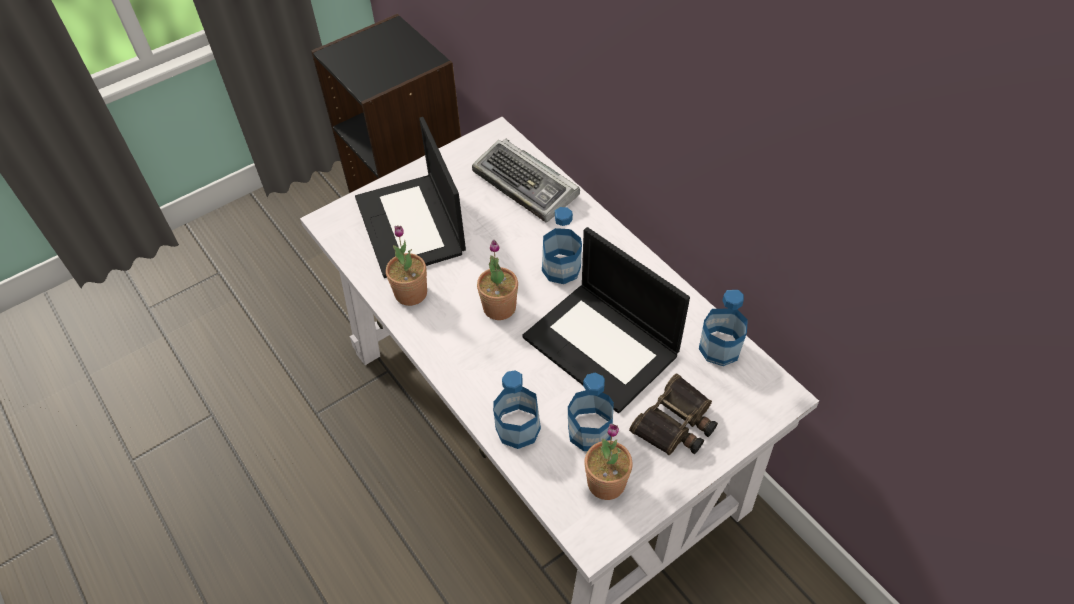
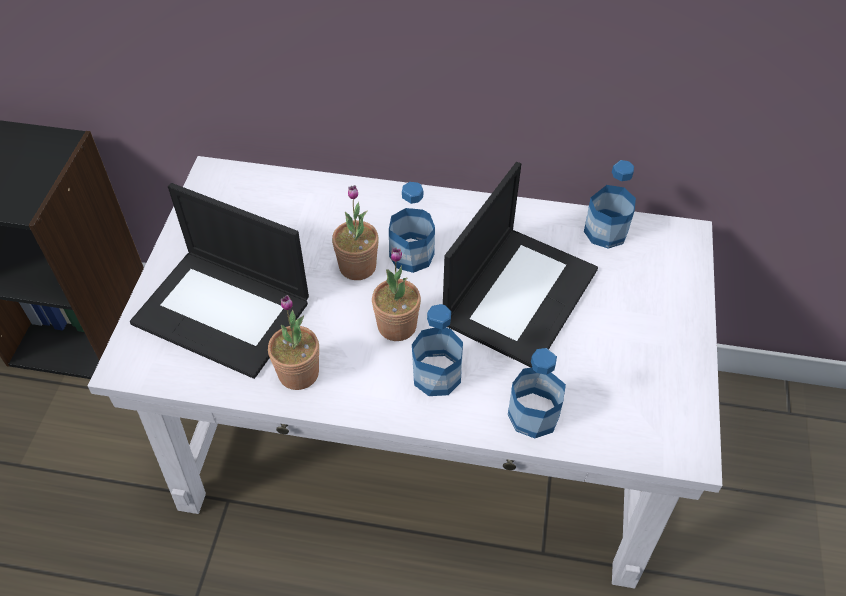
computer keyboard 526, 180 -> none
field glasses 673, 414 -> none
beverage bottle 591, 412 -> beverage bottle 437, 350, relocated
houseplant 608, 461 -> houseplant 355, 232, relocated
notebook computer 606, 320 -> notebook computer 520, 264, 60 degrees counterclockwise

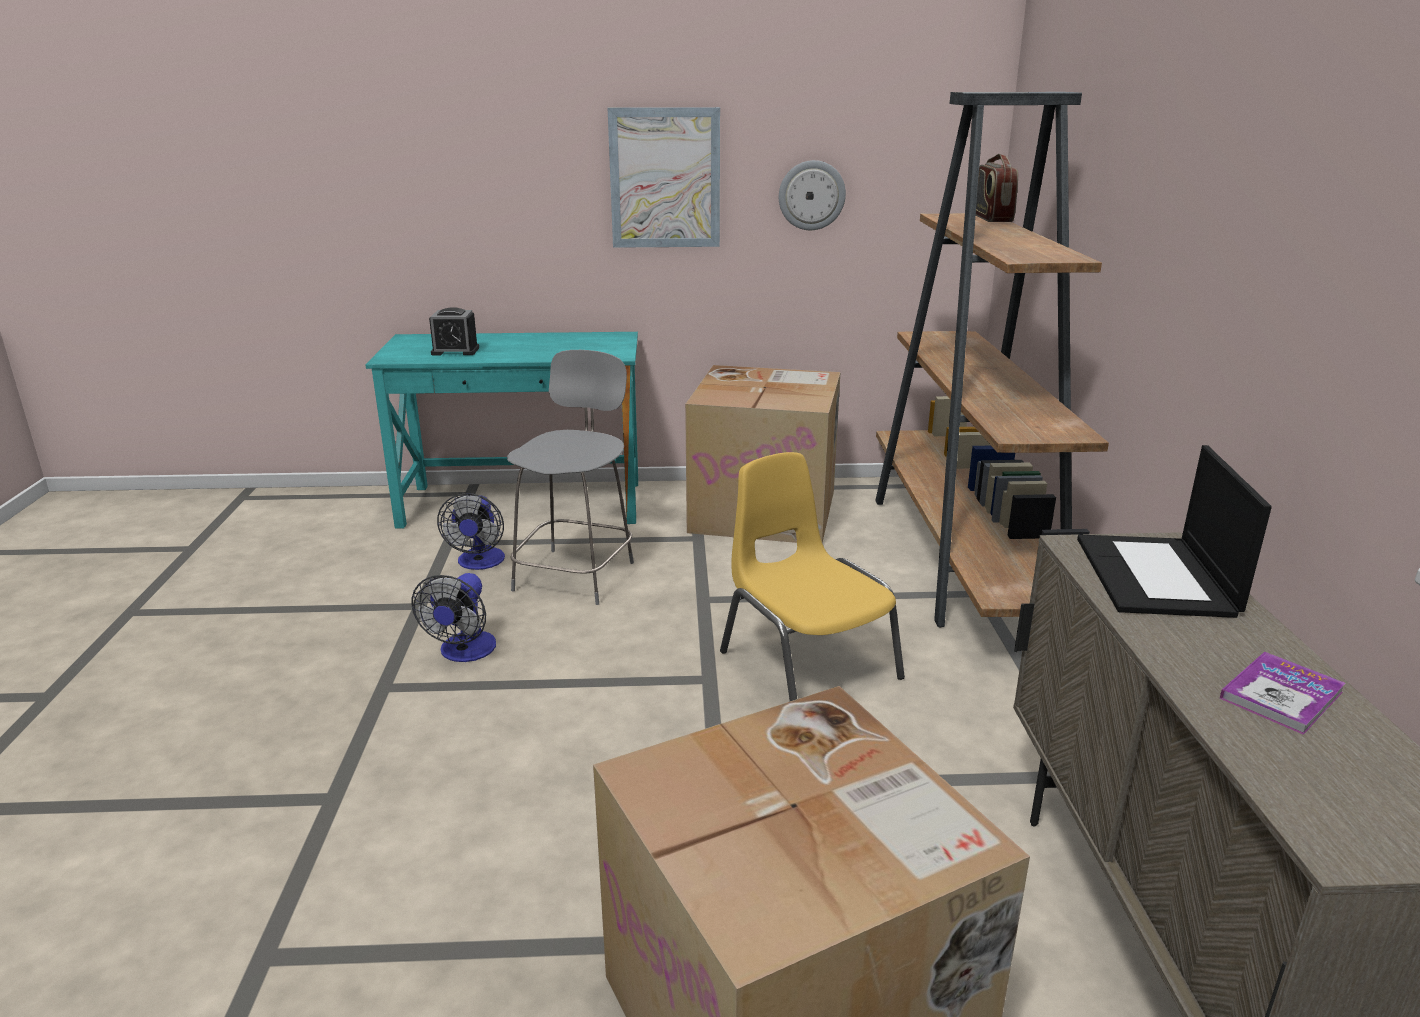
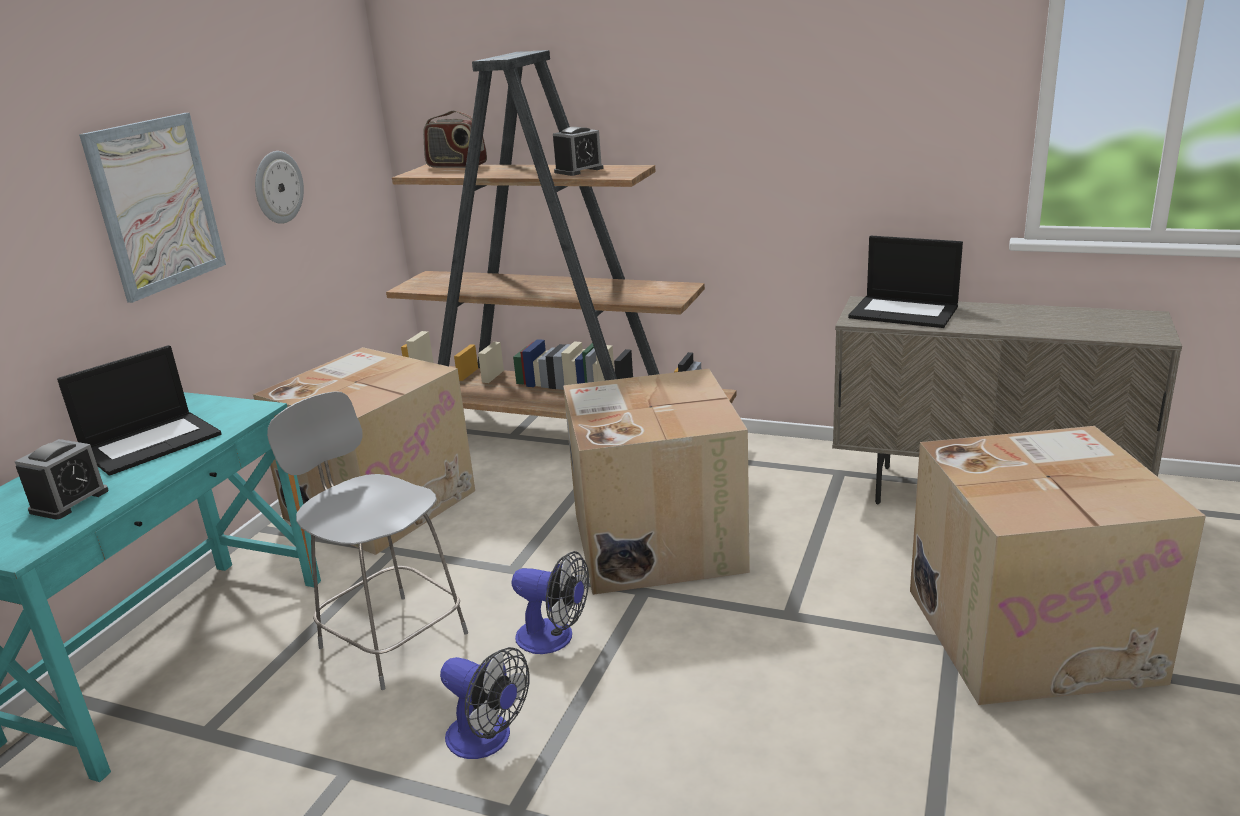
bound book 1282, 693 -> none
none -> notebook computer 139, 410
none -> table clock 578, 151
fan 471, 532 -> fan 550, 602, relocated
plain chair in yellow 812, 576 -> carton 656, 481

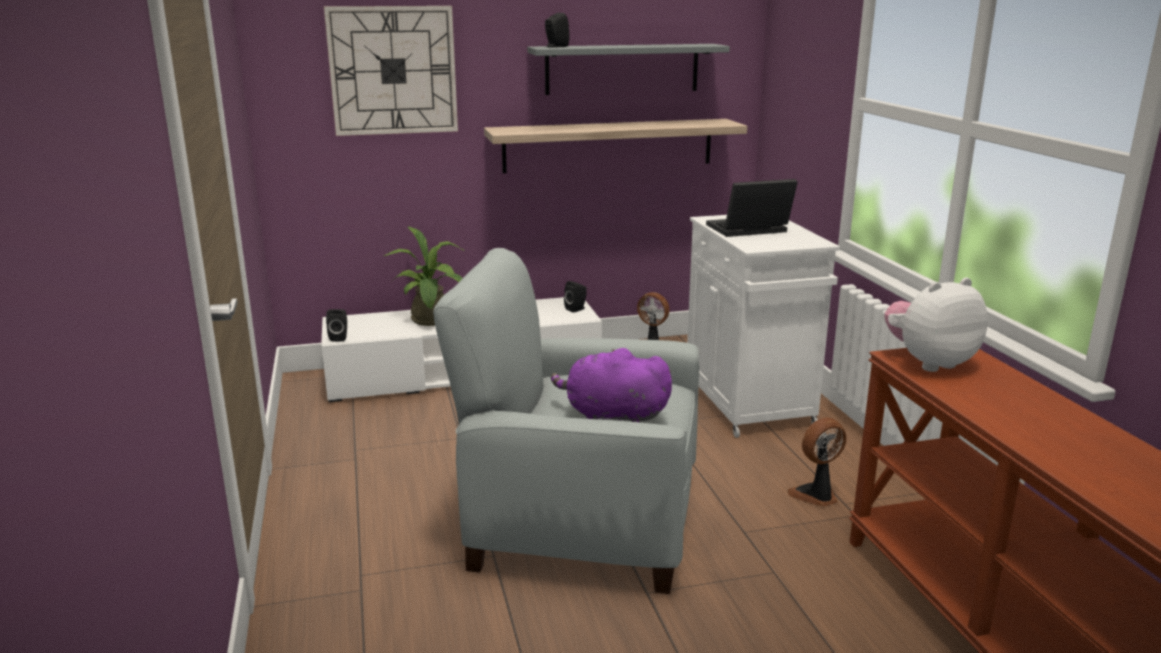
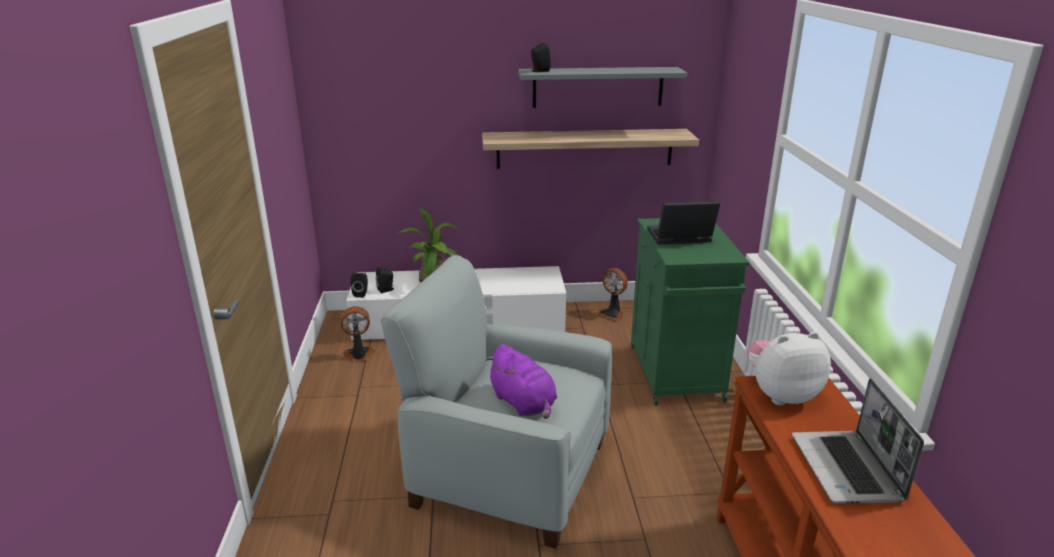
clock on the wall 391, 71 -> none
none -> notebook computer 858, 440
audio speaker in black-coloured 575, 297 -> audio speaker in black-coloured 385, 280, relocated
fan 816, 462 -> fan 357, 334, relocated
storage cabinet in white 763, 326 -> storage cabinet in green-coloured 690, 312
plush toy in purple-coloured 611, 385 -> plush toy in purple-coloured 521, 381, 150 degrees counterclockwise

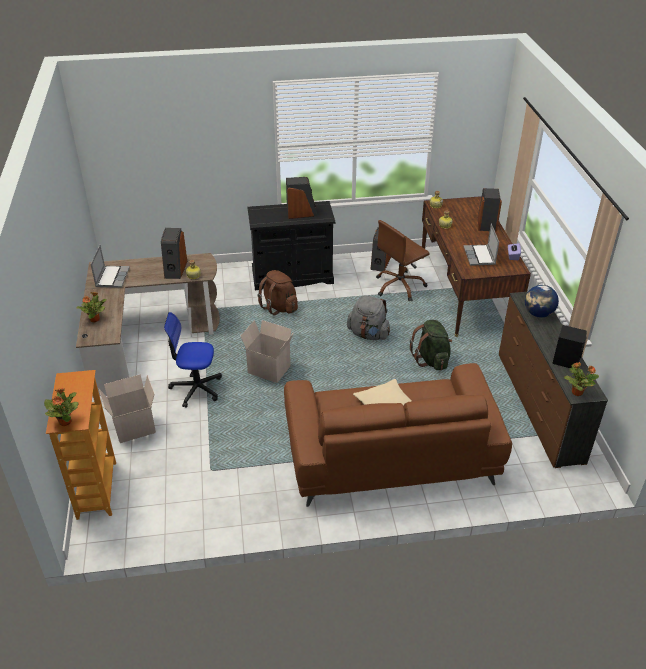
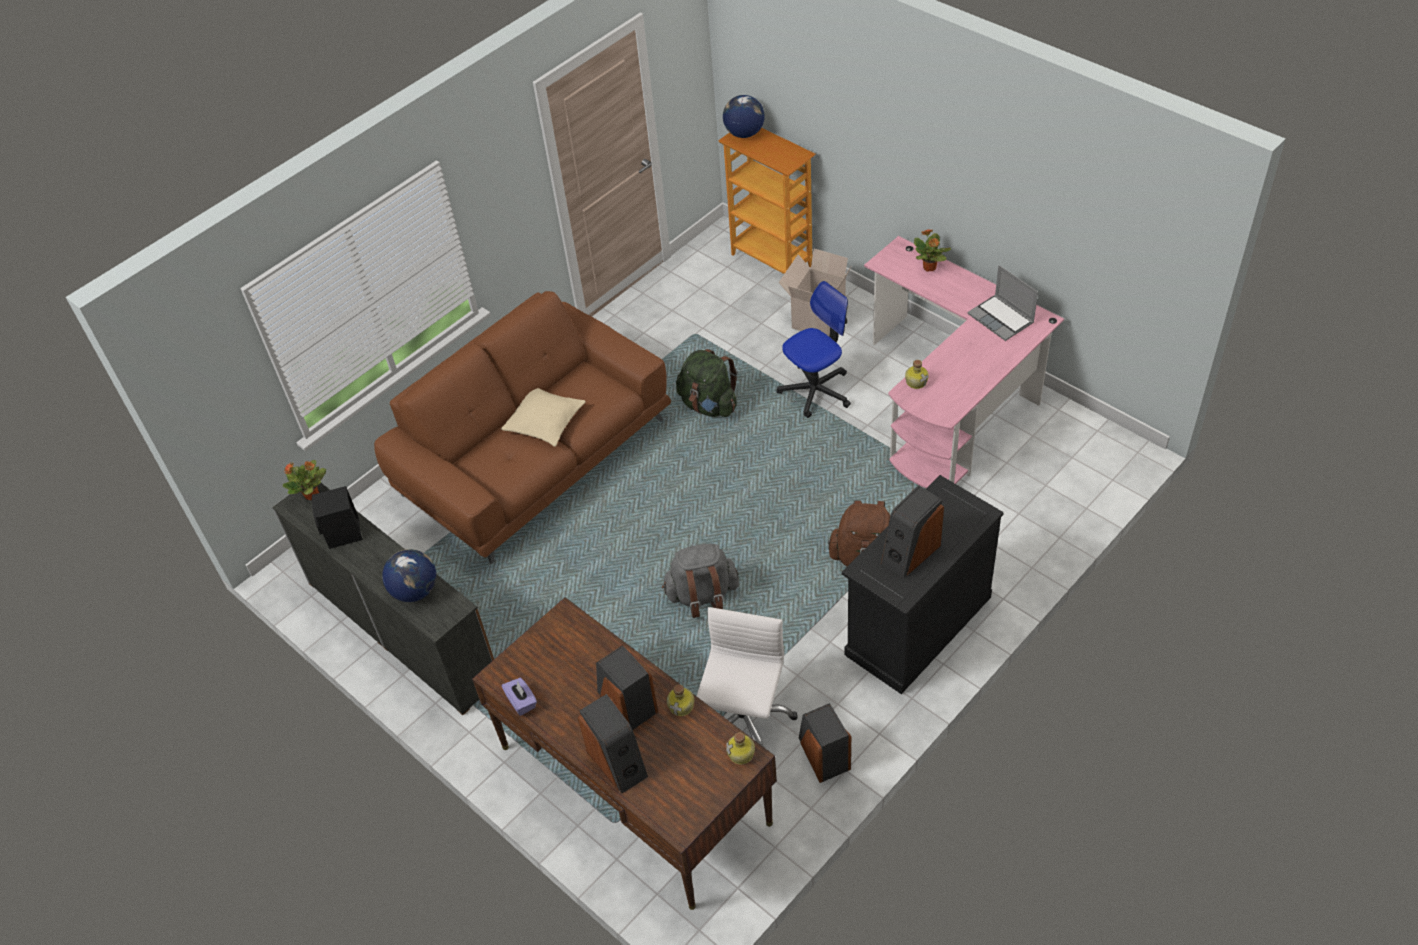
carton 267, 351 -> none
notebook computer 481, 244 -> none
audio speaker 174, 253 -> audio speaker 627, 688, relocated
rucksack in green-coloured 431, 345 -> rucksack in green-coloured 706, 383, relocated
houseplant 61, 407 -> world globe 744, 116
desk unit in brown-coloured 148, 325 -> desk unit in pinkish 964, 362
office chair in brown-coloured 403, 261 -> office chair in white 747, 677

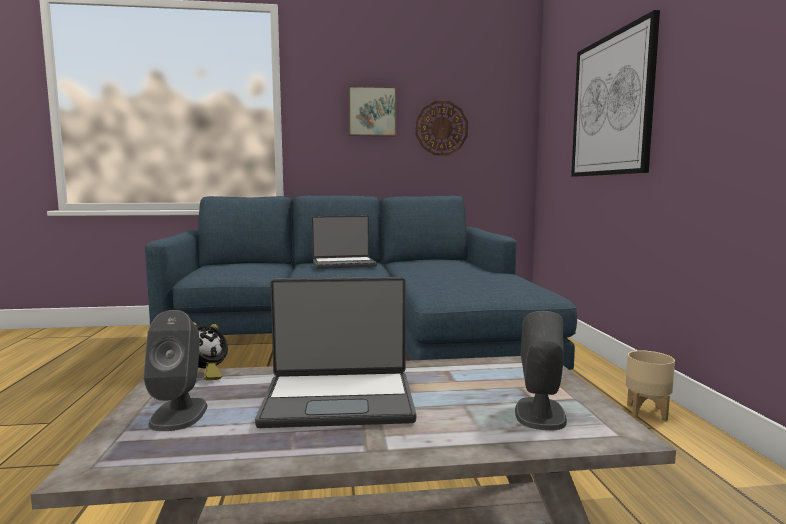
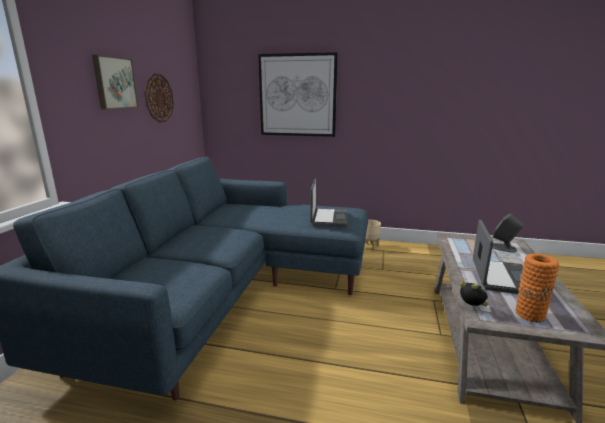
notebook computer 344, 242 -> notebook computer 329, 202, relocated
audio speaker in grey 175, 370 -> flower vase in orange-coloured 537, 288

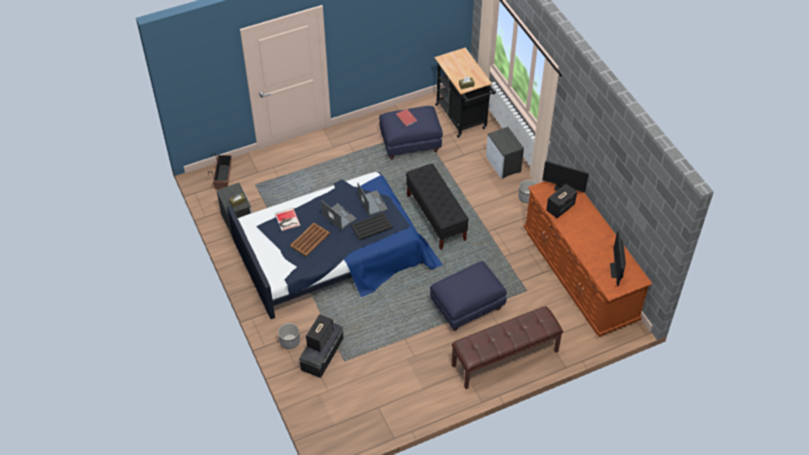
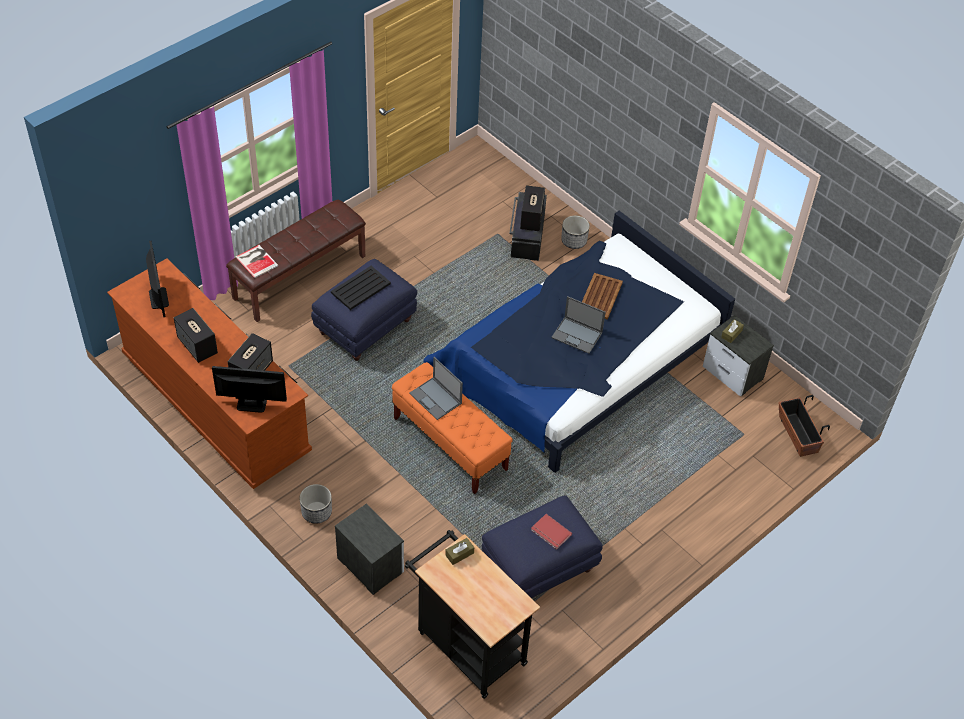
none -> audio speaker 196, 335
bound book 288, 219 -> bound book 257, 261, relocated
tray in black-coloured 372, 226 -> tray in black-coloured 361, 288, relocated
notebook computer 372, 199 -> notebook computer 436, 388, relocated
long seat in black-coloured 437, 207 -> long seat in orange-coloured 452, 428

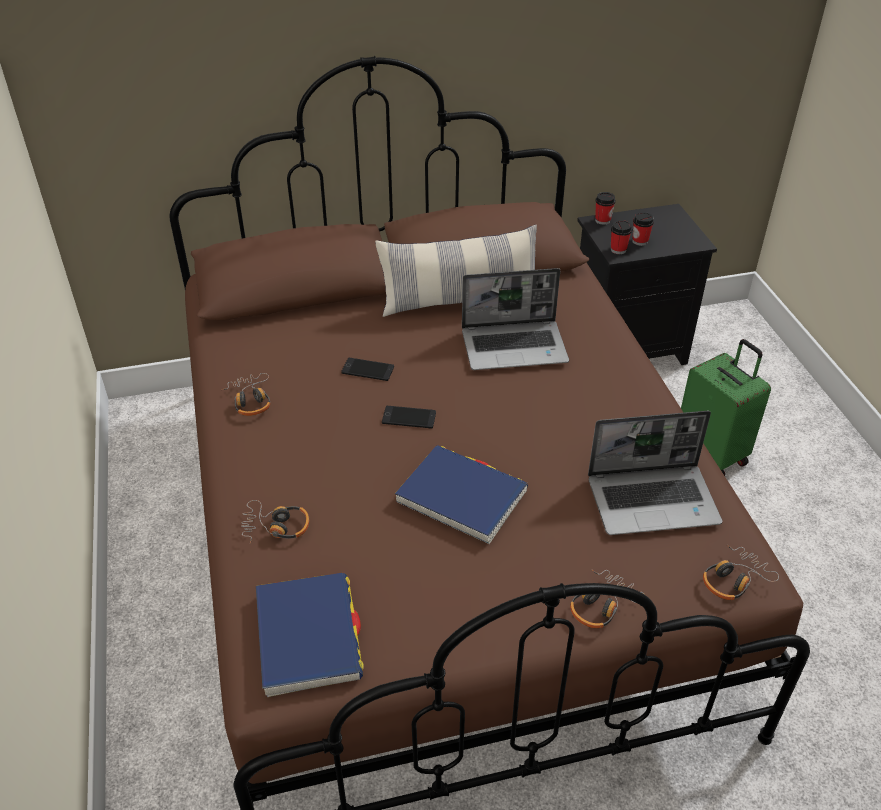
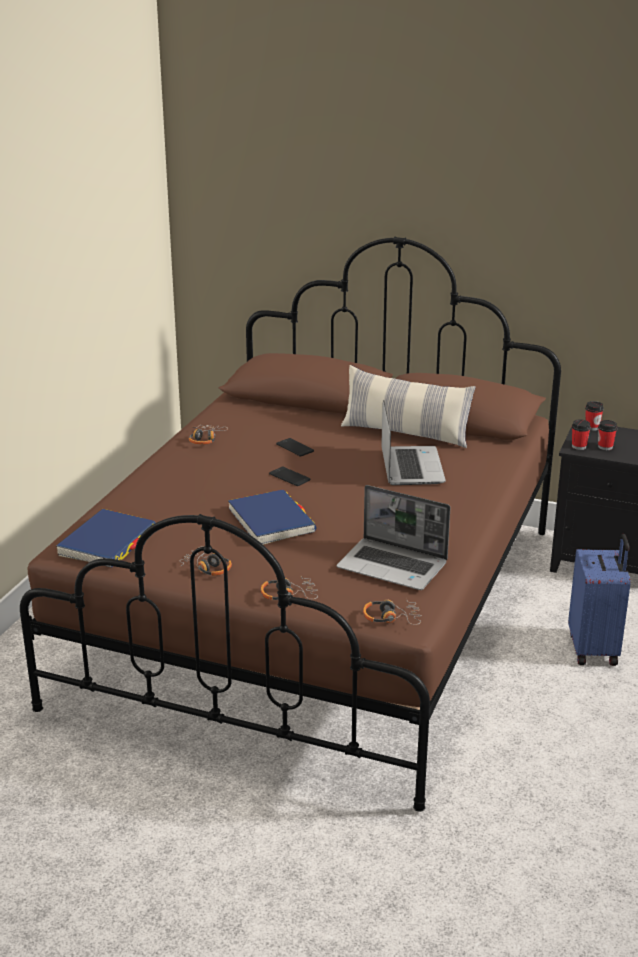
pair of headphones 275, 522 -> pair of headphones 205, 561, relocated
suitcase in green-coloured 726, 407 -> suitcase in blue-coloured 599, 600
notebook computer 515, 319 -> notebook computer 413, 442, 120 degrees counterclockwise

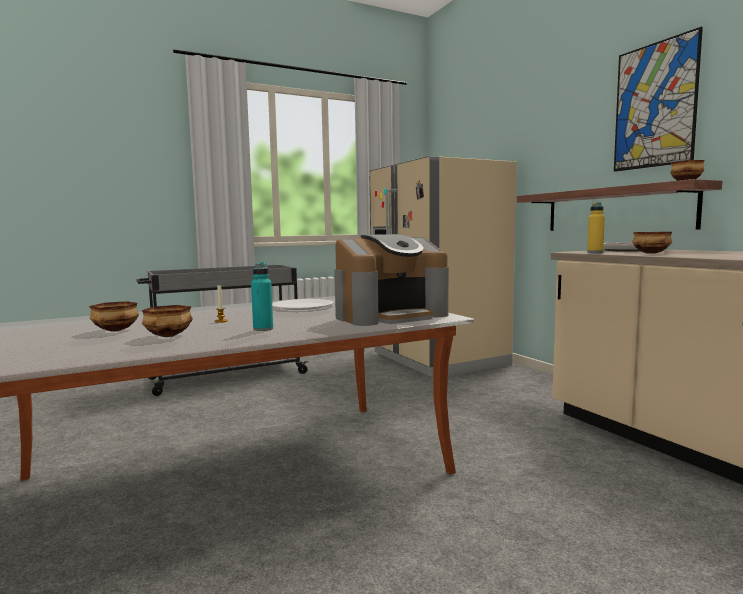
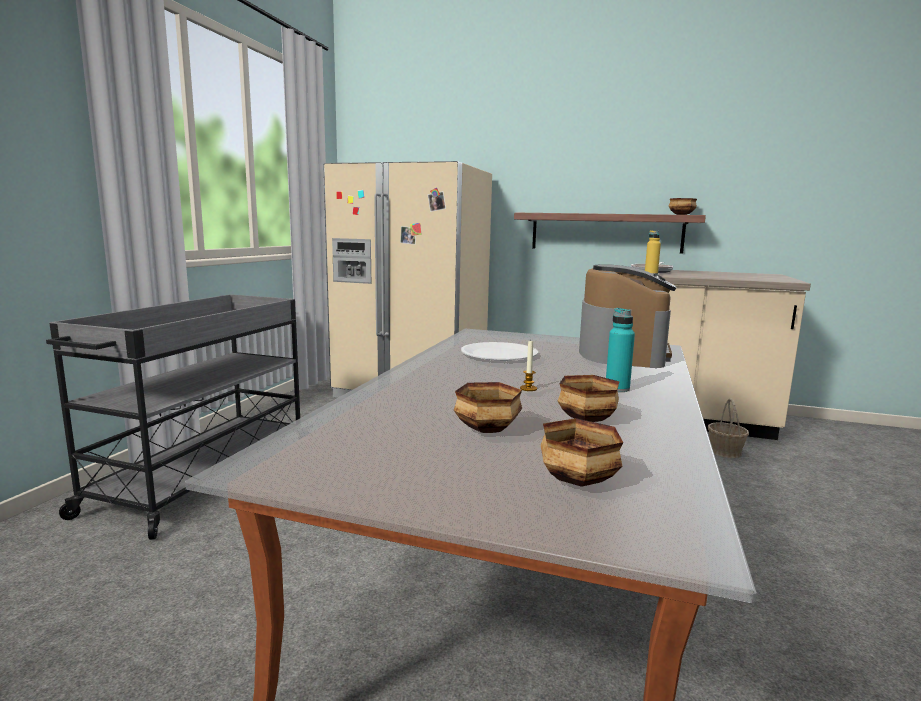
wall picture 658, 99 -> none
none -> household basket 728, 428
serving bowl 652, 243 -> serving bowl 582, 452, relocated

